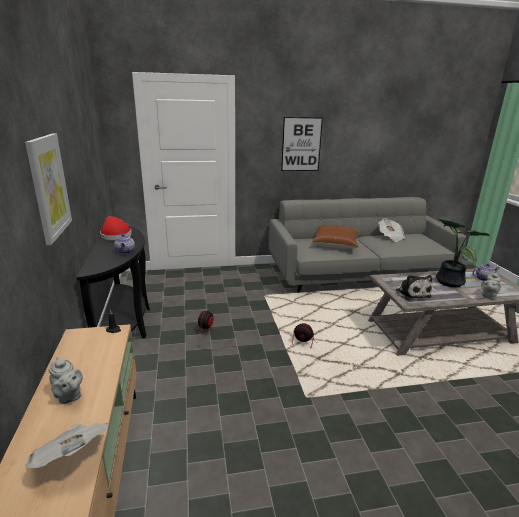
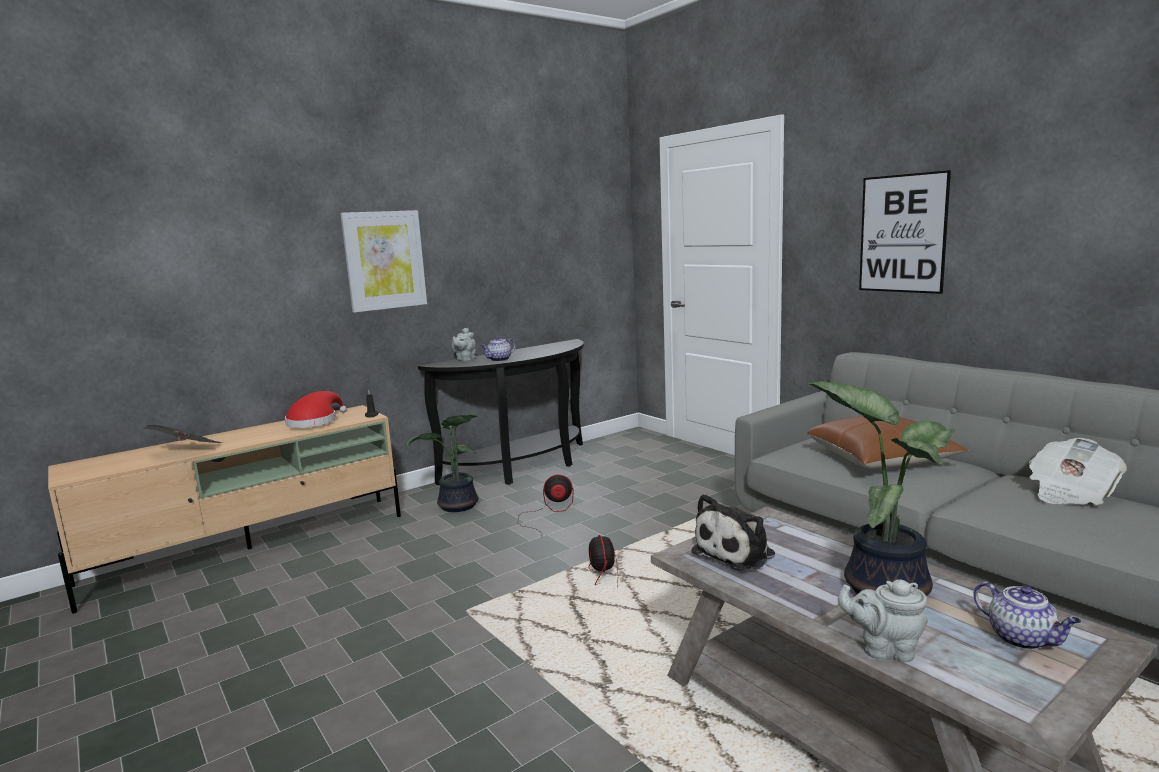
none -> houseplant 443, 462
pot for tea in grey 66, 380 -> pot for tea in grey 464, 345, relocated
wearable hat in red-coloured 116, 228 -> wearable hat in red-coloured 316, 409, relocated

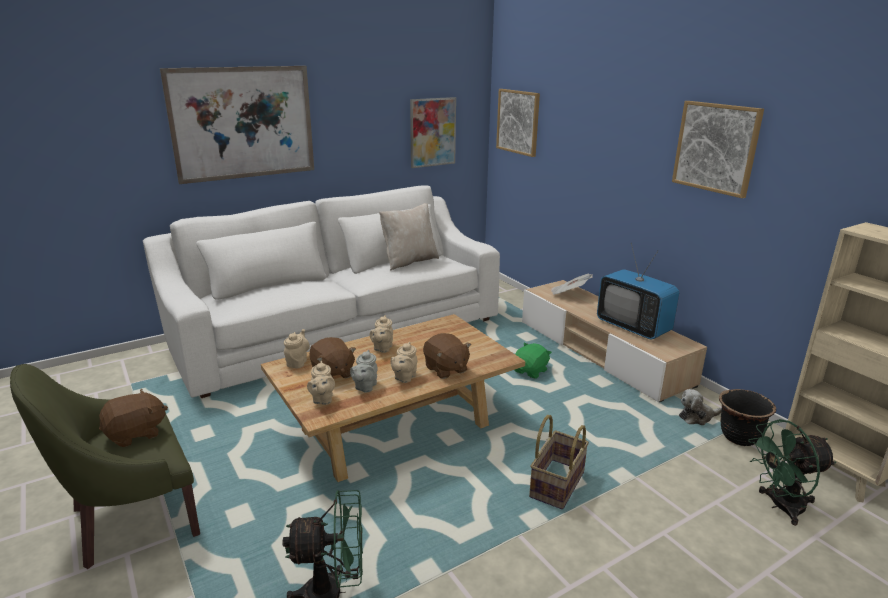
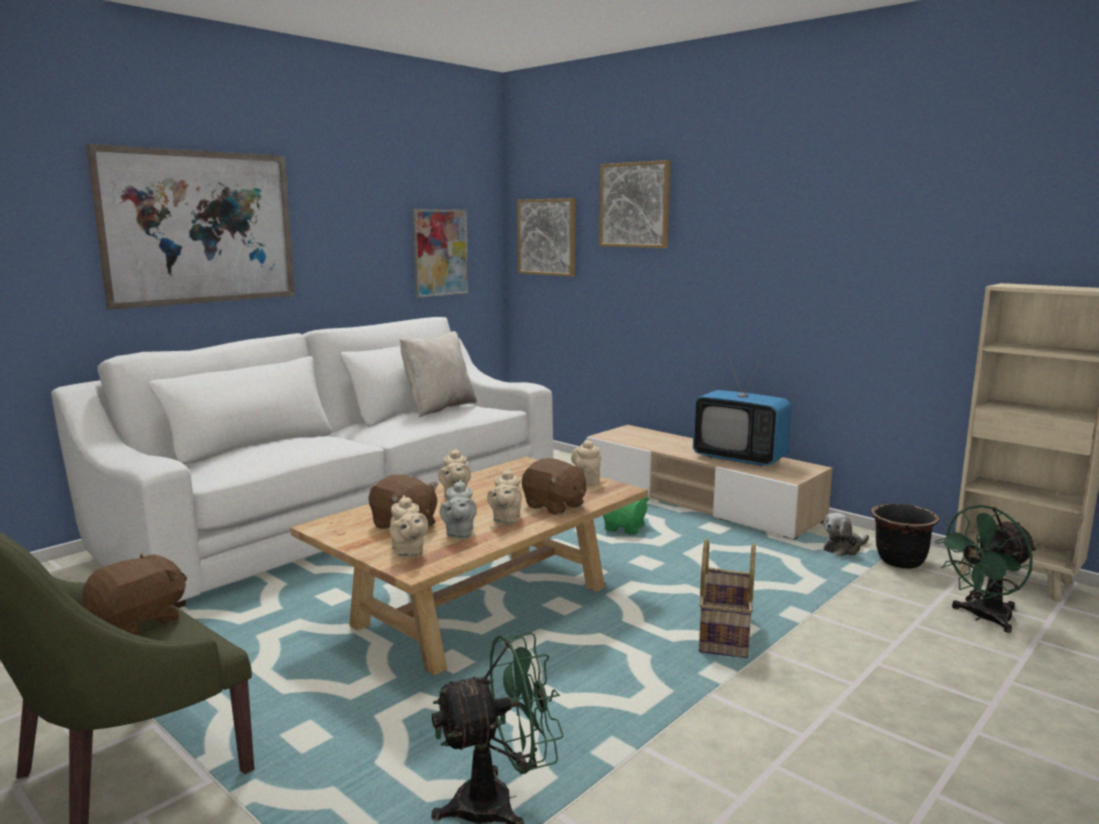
newspaper 572, 284 -> none
pot for tea in beige 297, 348 -> pot for tea in beige 586, 462, relocated
wall picture 718, 149 -> wall picture 635, 204, relocated

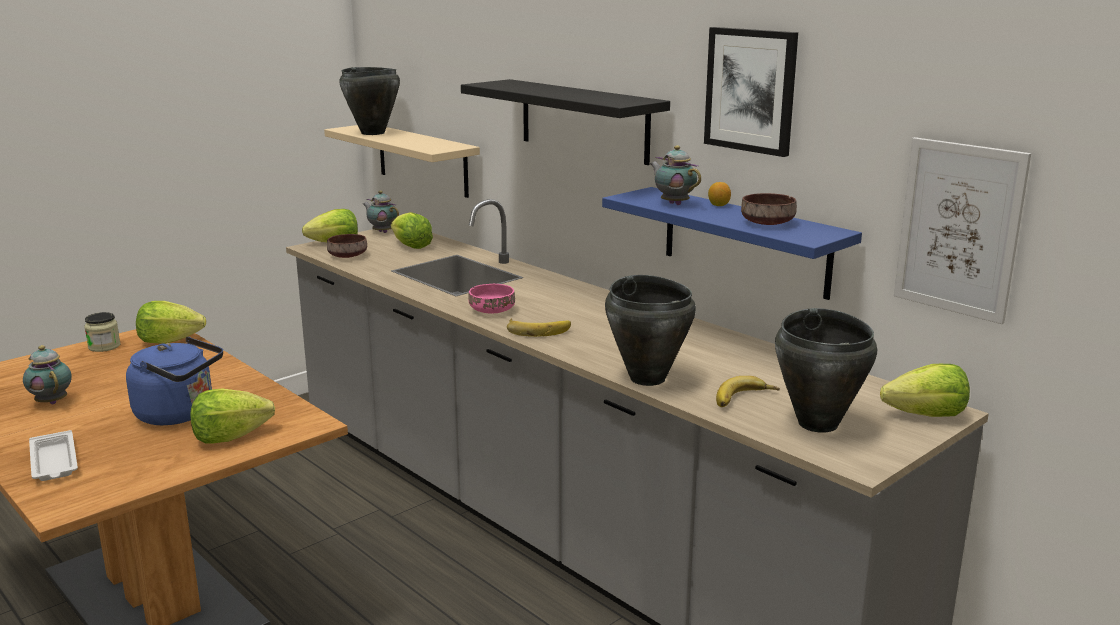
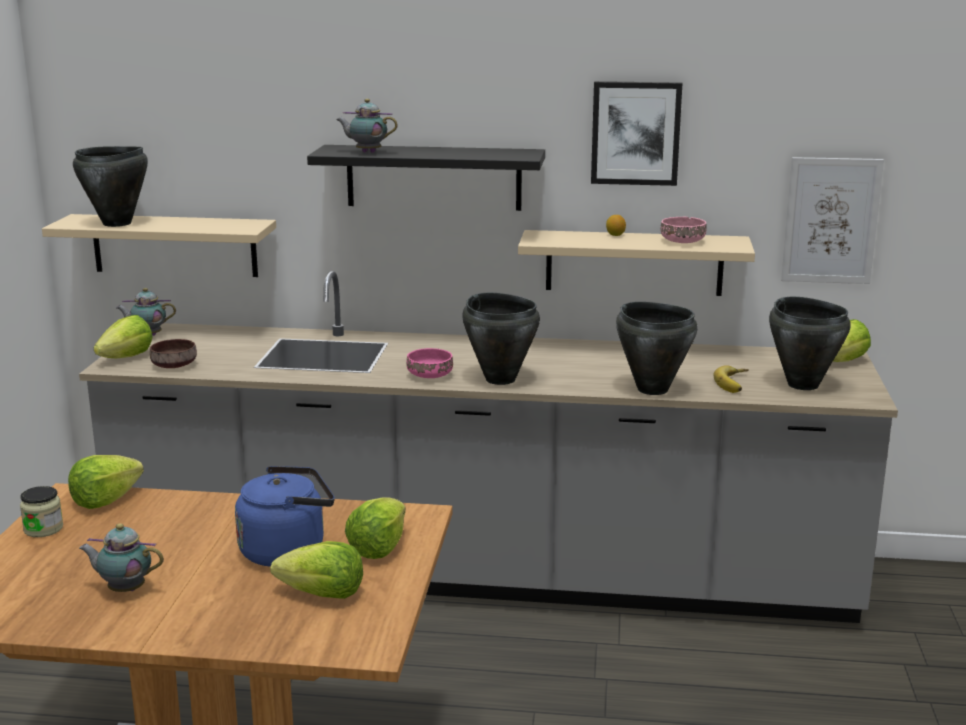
tray in white 53, 455 -> none
lettuce head 412, 230 -> lettuce head 316, 570, relocated
pot for tea 675, 175 -> pot for tea 367, 126, relocated
whole banana 539, 327 -> stockpot in black-coloured 501, 339
shelf in blue-coloured 732, 243 -> shelf in beige 636, 263
serving bowl in brown-coloured 769, 209 -> serving bowl in pinkish 684, 230

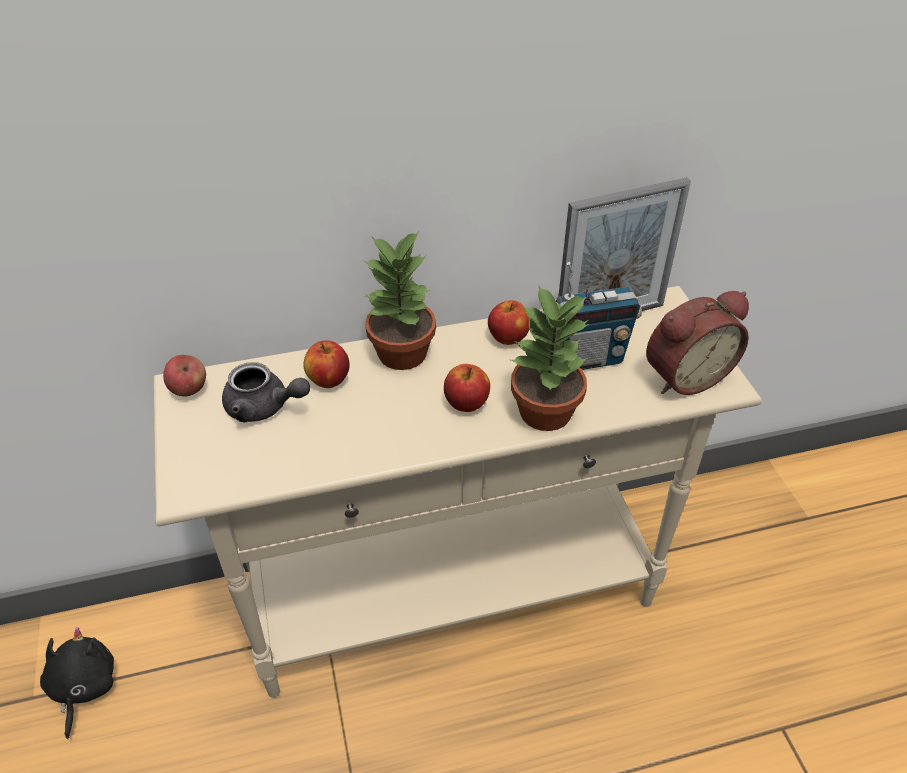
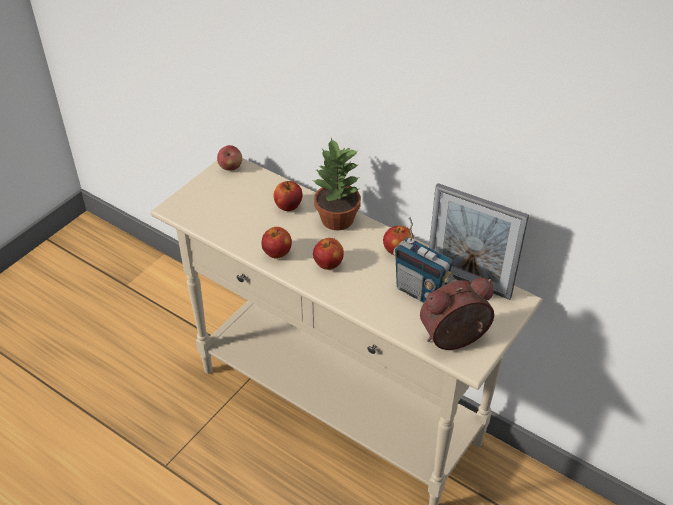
plush toy in black-coloured 77, 683 -> none
pot for tea in grey 266, 392 -> none
houseplant 550, 357 -> none
none -> apple fruit 277, 243
table clock 697, 343 -> table clock 457, 314, 135 degrees clockwise

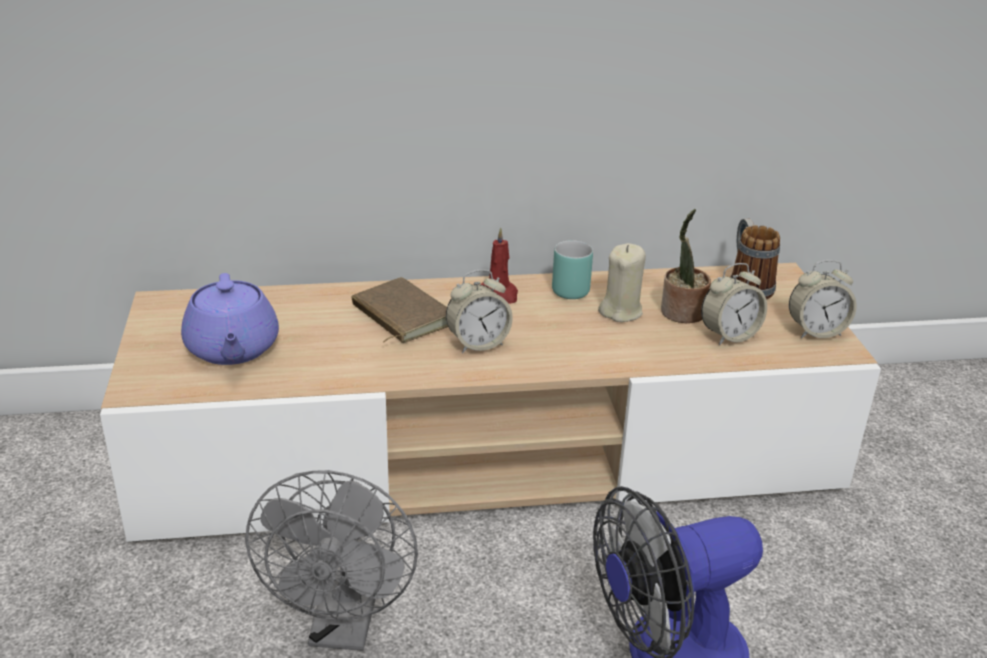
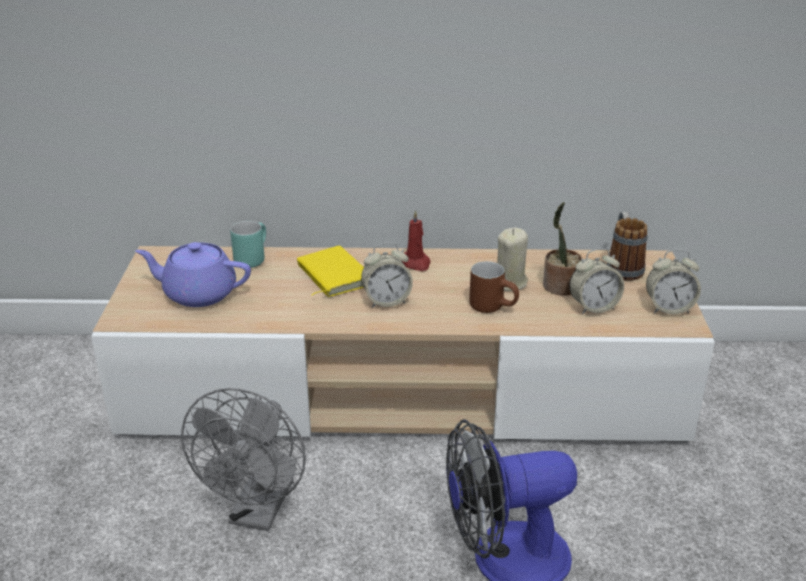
none -> tea mug in brown-coloured 494, 287
tea mug in turquoise 572, 269 -> tea mug in turquoise 248, 244, relocated
bound book in brown-coloured 399, 310 -> bound book in yellow 330, 271
pot for tea in purple-coloured 230, 319 -> pot for tea in purple-coloured 193, 274, 105 degrees clockwise

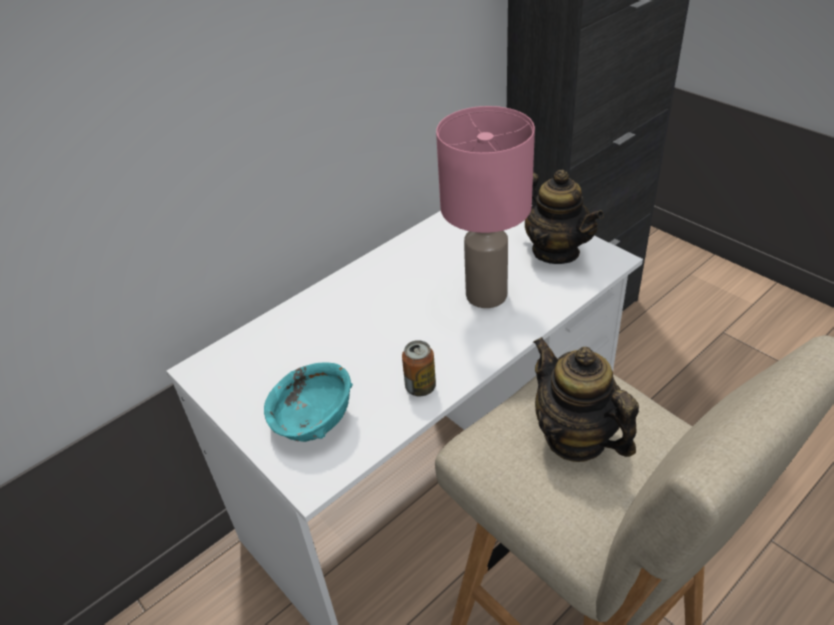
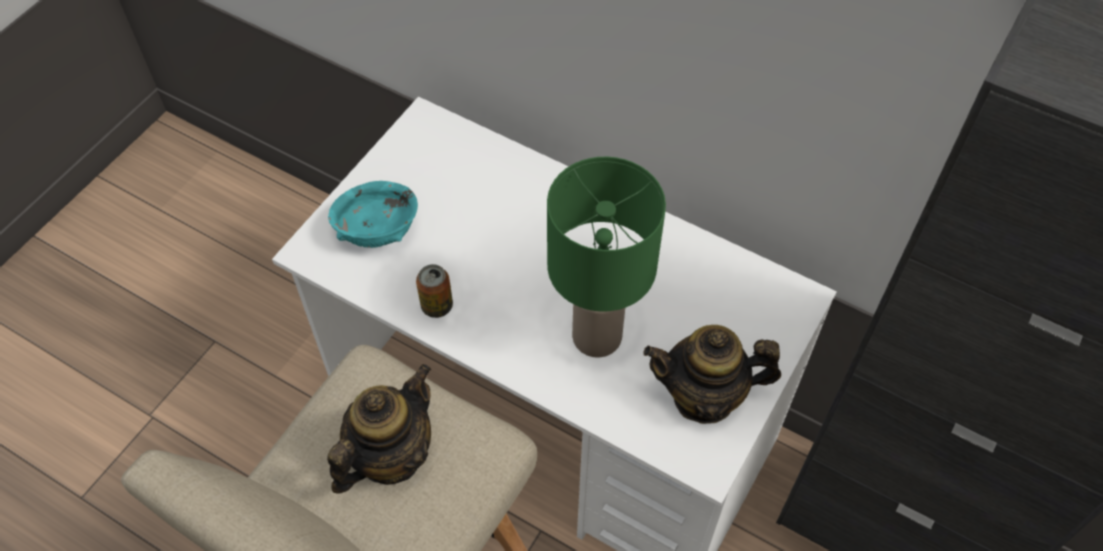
lamp for a table in pinkish 485, 207 -> lamp for a table in green-coloured 606, 257
pot for tea 564, 217 -> pot for tea 712, 374, 60 degrees clockwise

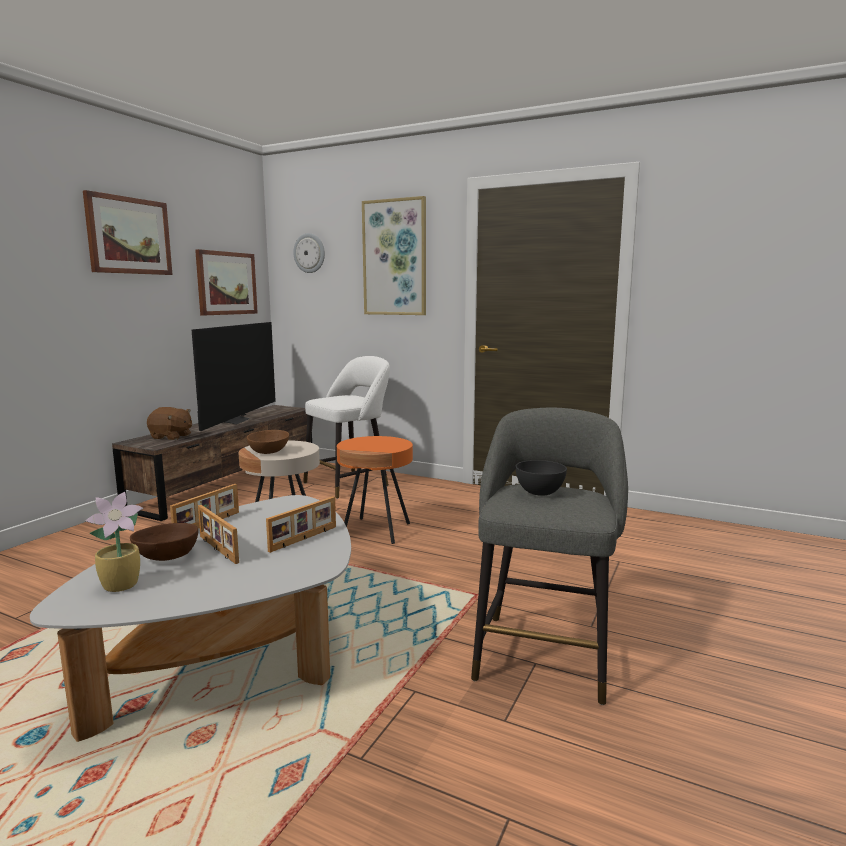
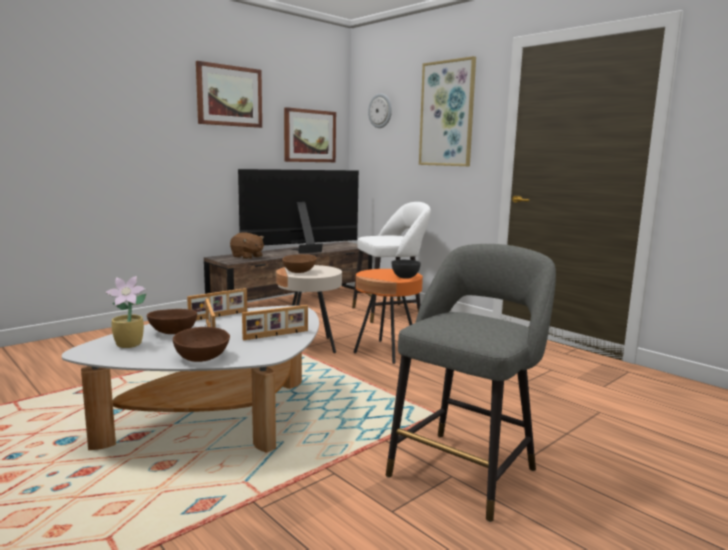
none -> serving bowl in brown-coloured 201, 344
serving bowl in grey 541, 478 -> serving bowl in grey 406, 269, relocated
television 234, 376 -> television 298, 211, 150 degrees counterclockwise

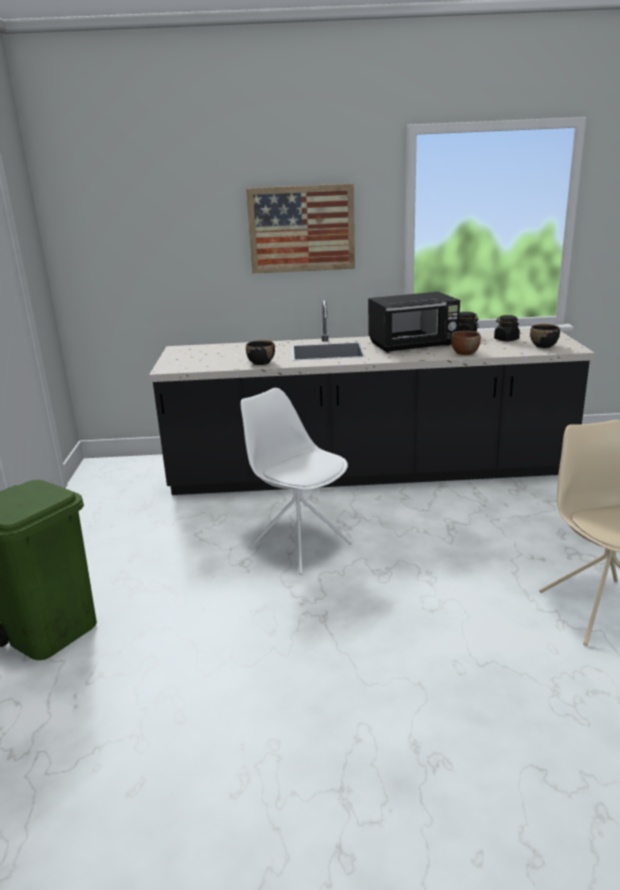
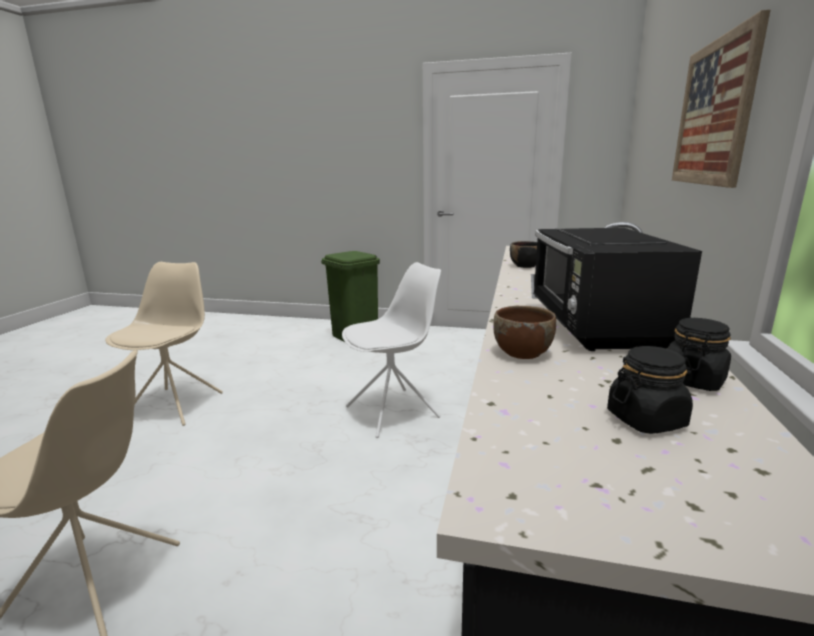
serving bowl in black-coloured 545, 336 -> none
none -> plain chair in beige 164, 344

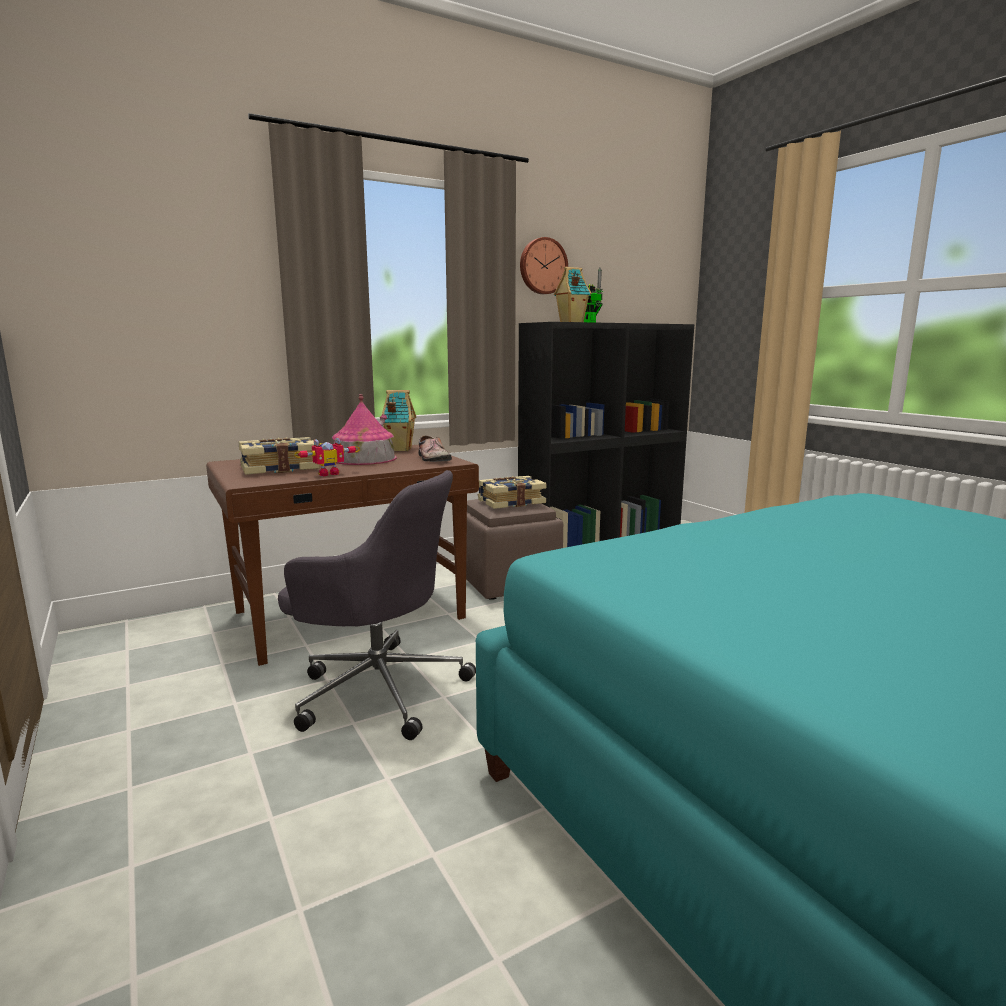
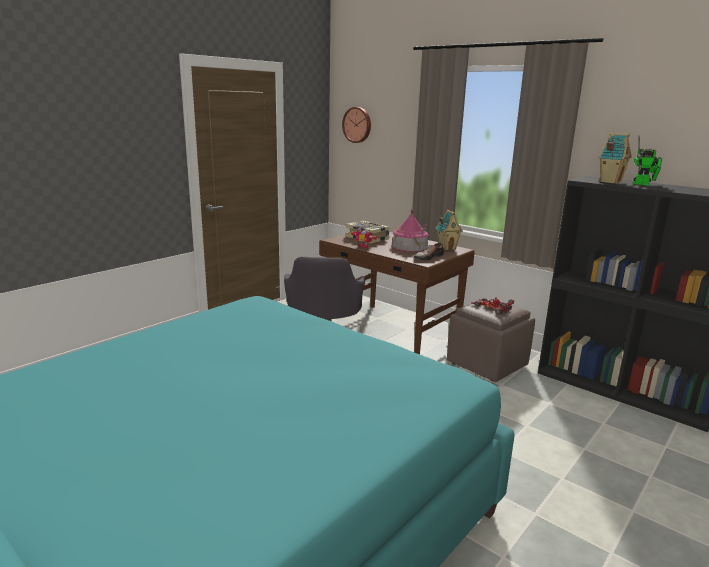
clock on the wall 544, 265 -> clock on the wall 356, 125, relocated
bound book 512, 492 -> toy car 492, 306

